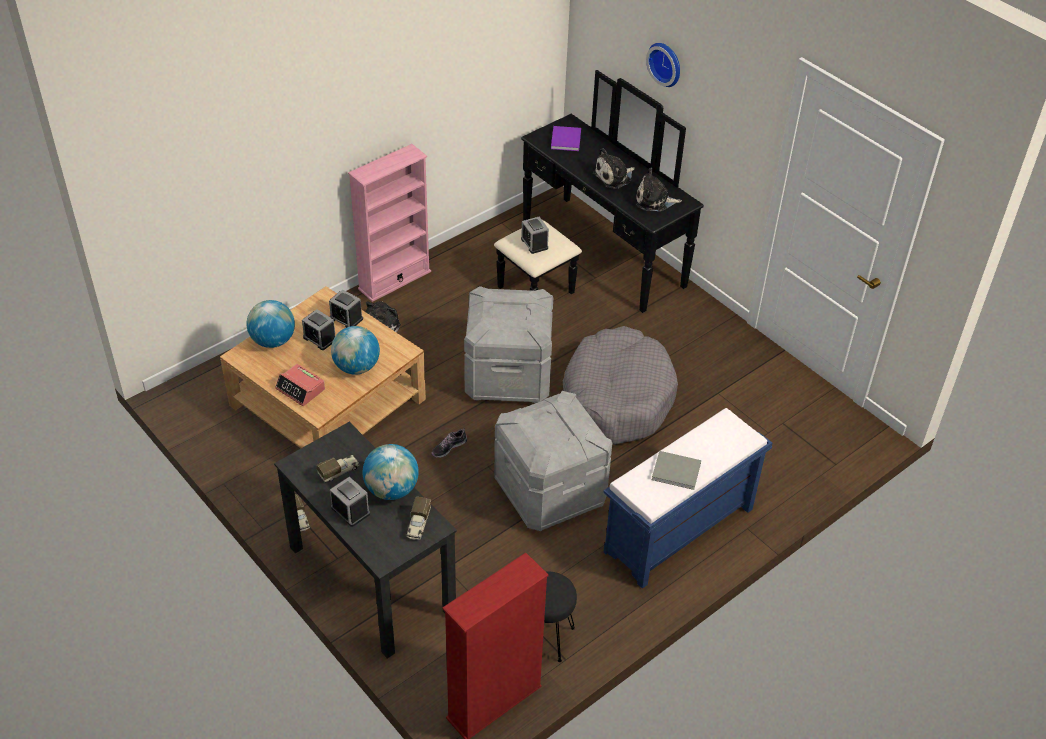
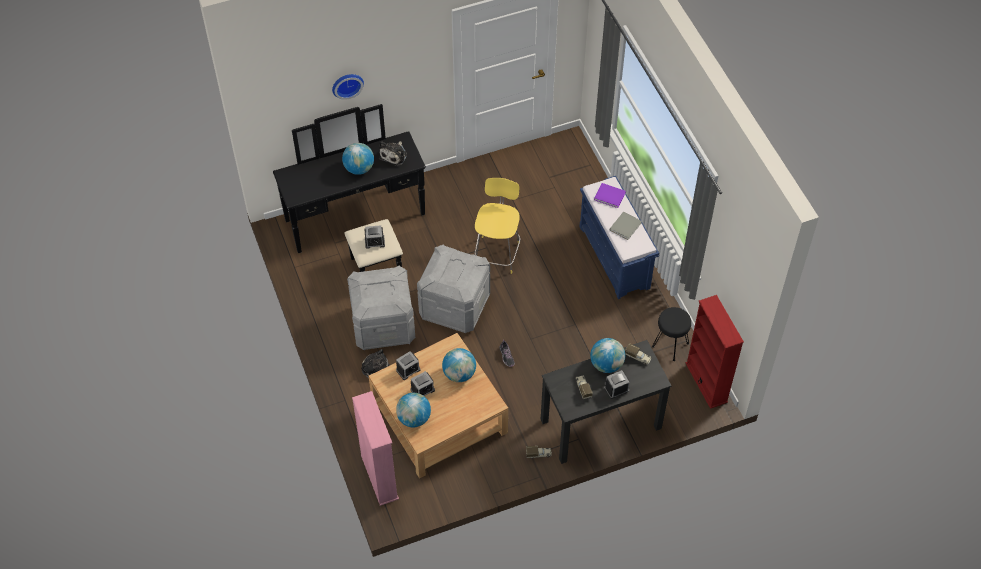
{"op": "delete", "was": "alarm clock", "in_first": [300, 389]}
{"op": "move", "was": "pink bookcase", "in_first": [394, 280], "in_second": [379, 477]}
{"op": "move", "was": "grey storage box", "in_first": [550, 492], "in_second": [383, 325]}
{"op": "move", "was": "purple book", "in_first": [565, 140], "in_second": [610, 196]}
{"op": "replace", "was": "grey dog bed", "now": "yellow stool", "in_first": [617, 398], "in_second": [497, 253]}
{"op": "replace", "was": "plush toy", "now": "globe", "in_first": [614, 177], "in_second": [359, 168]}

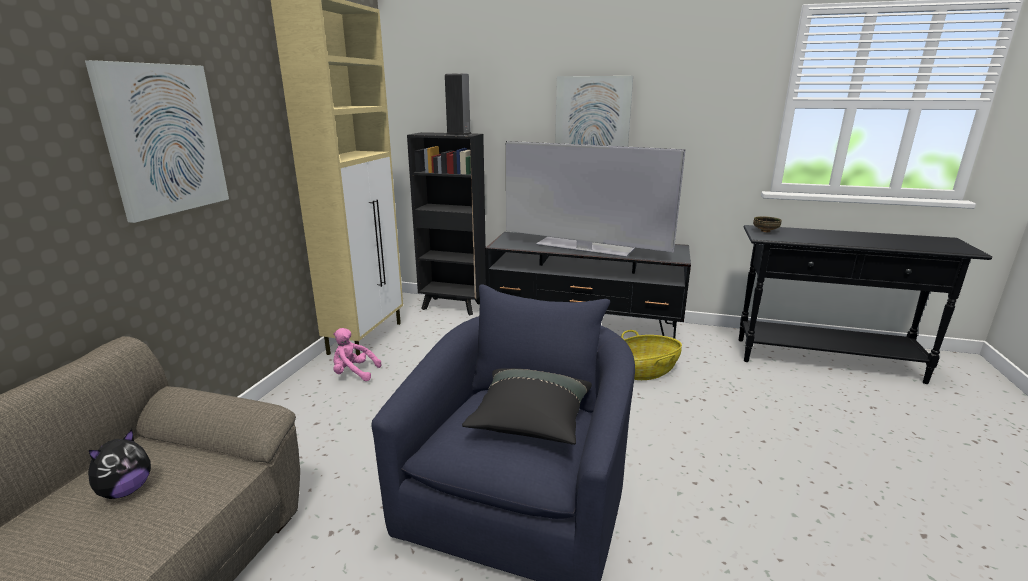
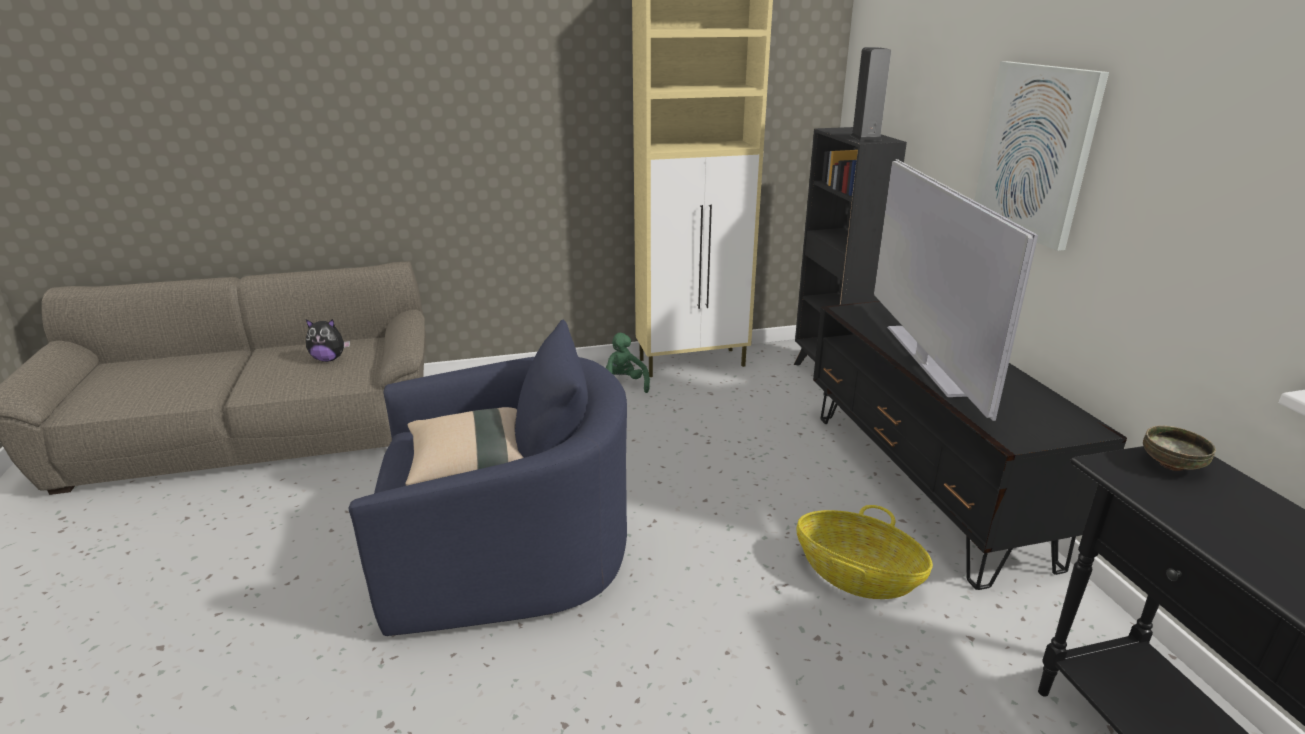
{"op": "delete", "was": "picture", "in_first": [164, 139]}
{"op": "recolor", "was": "pink plush toy", "now": "green plush toy", "in_first": [354, 373], "in_second": [622, 385]}
{"op": "recolor", "was": "black pillow", "now": "beige pillow", "in_first": [530, 423], "in_second": [468, 465]}

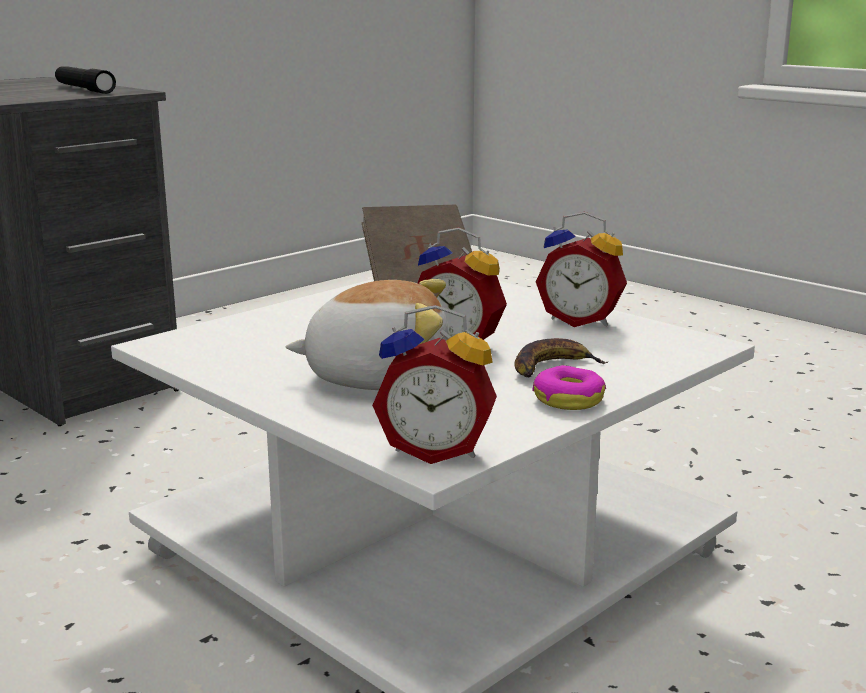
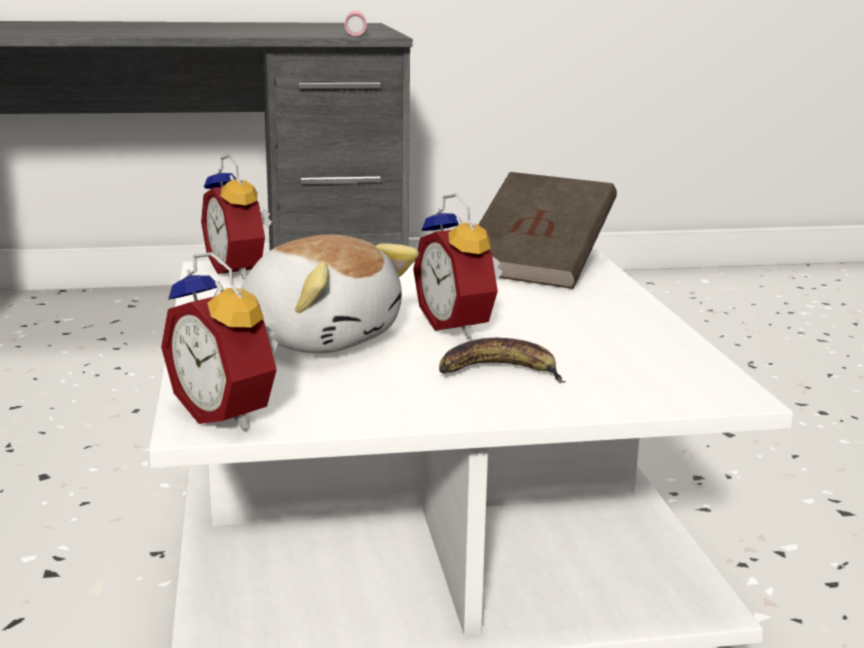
{"op": "recolor", "was": "black flashlight", "now": "pink flashlight", "in_first": [84, 89], "in_second": [355, 32]}
{"op": "delete", "was": "donut", "in_first": [569, 399]}
{"op": "move", "was": "alarm clock", "in_first": [581, 320], "in_second": [240, 271]}

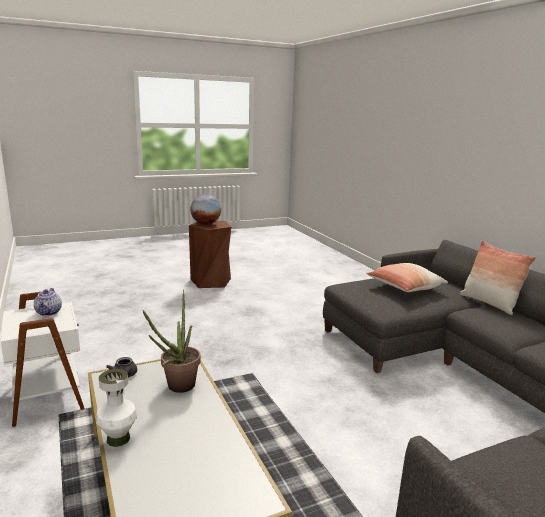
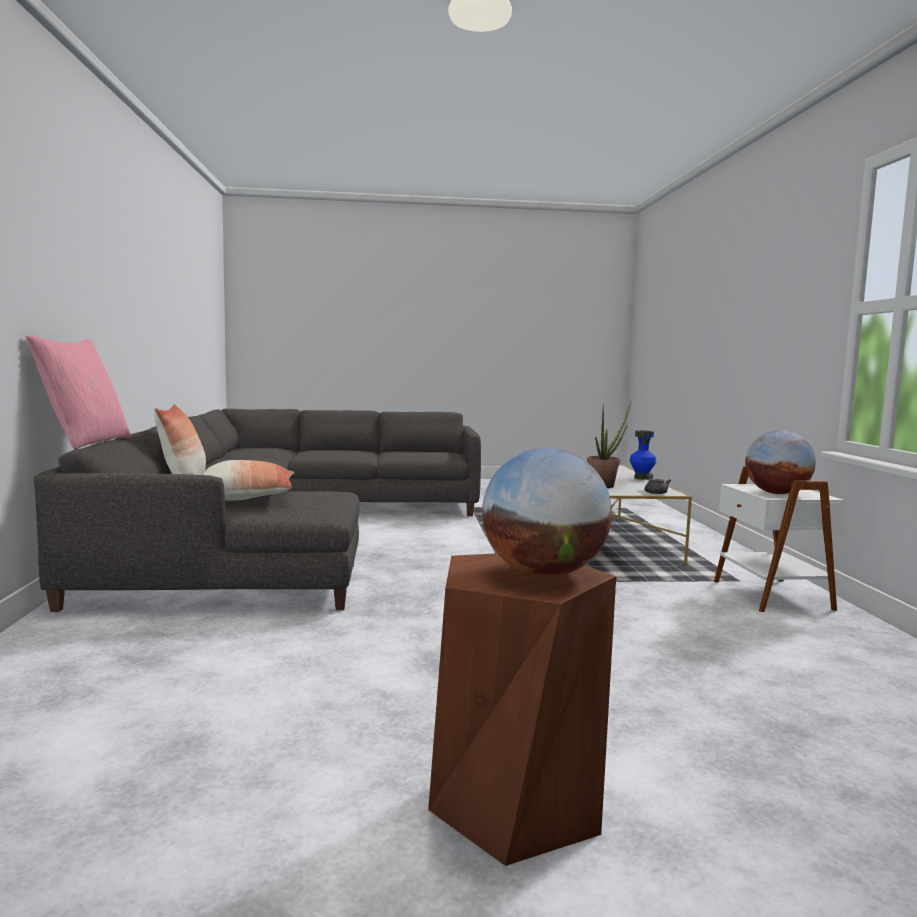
{"op": "replace", "was": "teapot", "now": "globe", "in_first": [49, 312], "in_second": [776, 493]}
{"op": "recolor", "was": "white vase", "now": "blue vase", "in_first": [118, 438], "in_second": [641, 478]}
{"op": "insert", "now": "pink pillow", "in_second": [85, 442]}

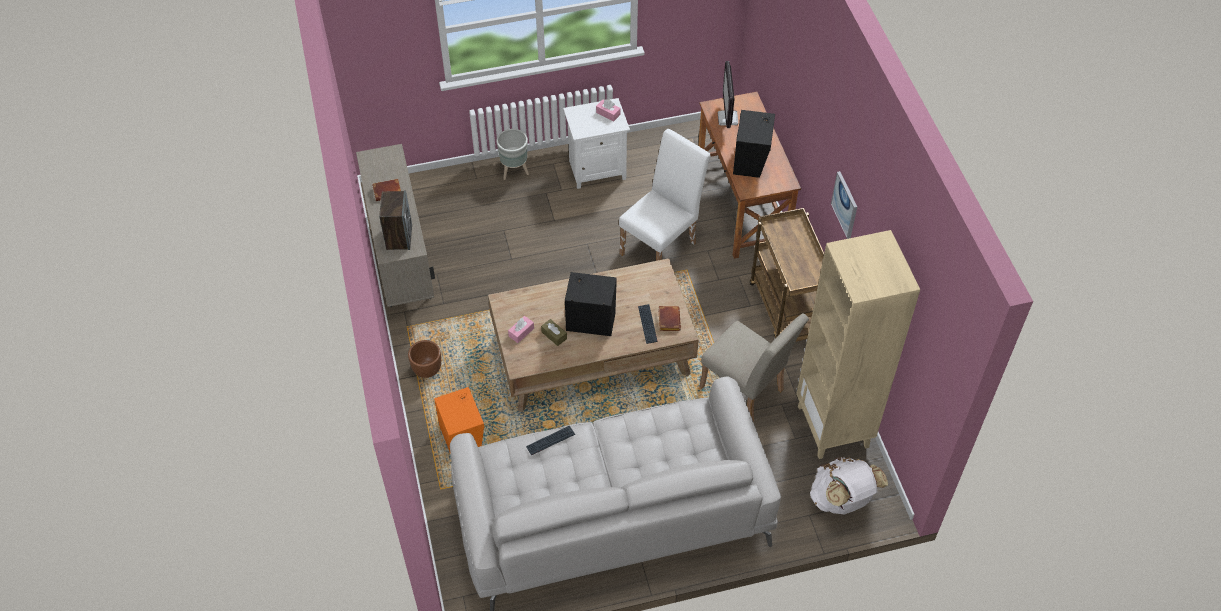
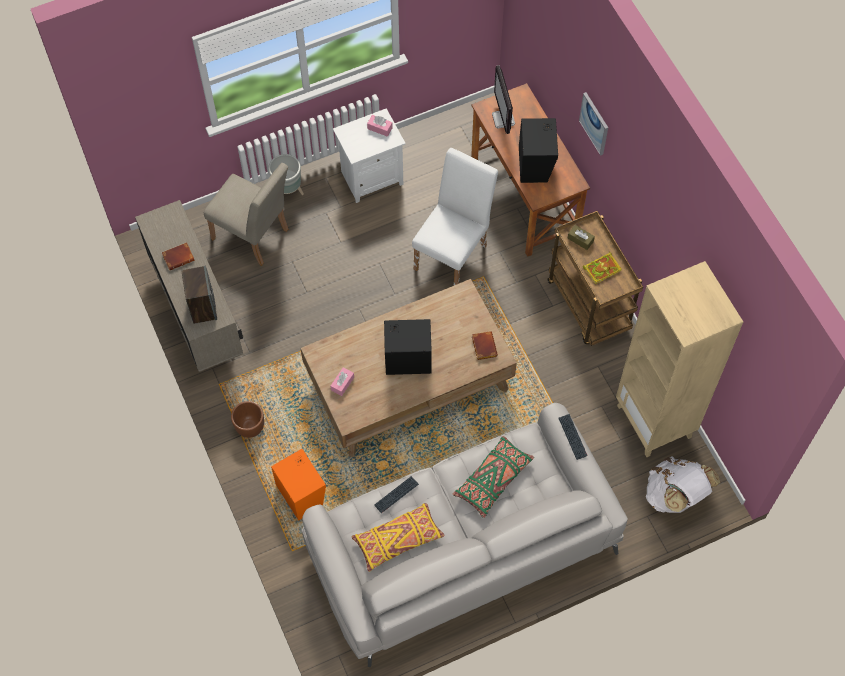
{"op": "move", "was": "brown tissue box", "in_first": [554, 335], "in_second": [580, 240]}
{"op": "move", "was": "keyboard", "in_first": [647, 324], "in_second": [572, 437]}
{"op": "move", "was": "beige chair", "in_first": [746, 393], "in_second": [254, 237]}
{"op": "move", "was": "picture", "in_first": [845, 204], "in_second": [594, 123]}
{"op": "insert", "now": "yellow pillow", "in_second": [398, 539]}
{"op": "insert", "now": "green pillow", "in_second": [493, 479]}
{"op": "insert", "now": "book", "in_second": [602, 268]}

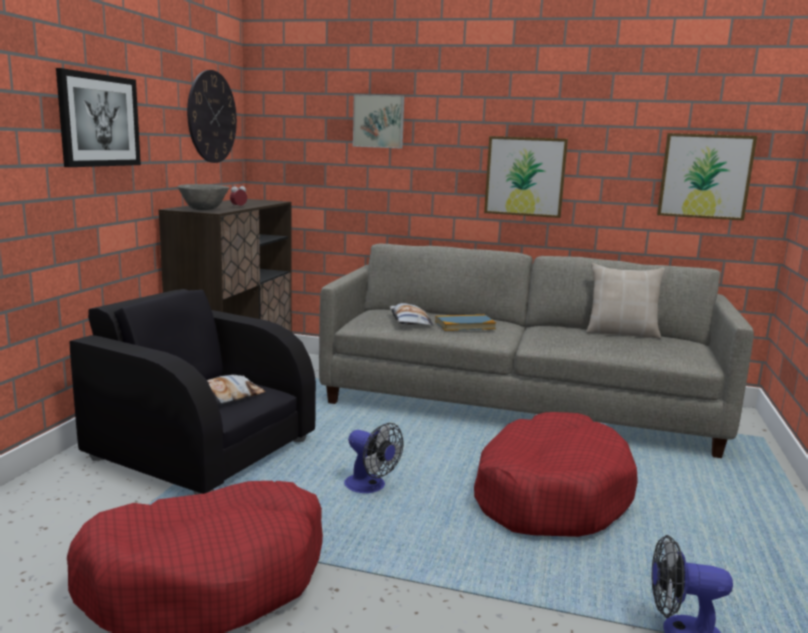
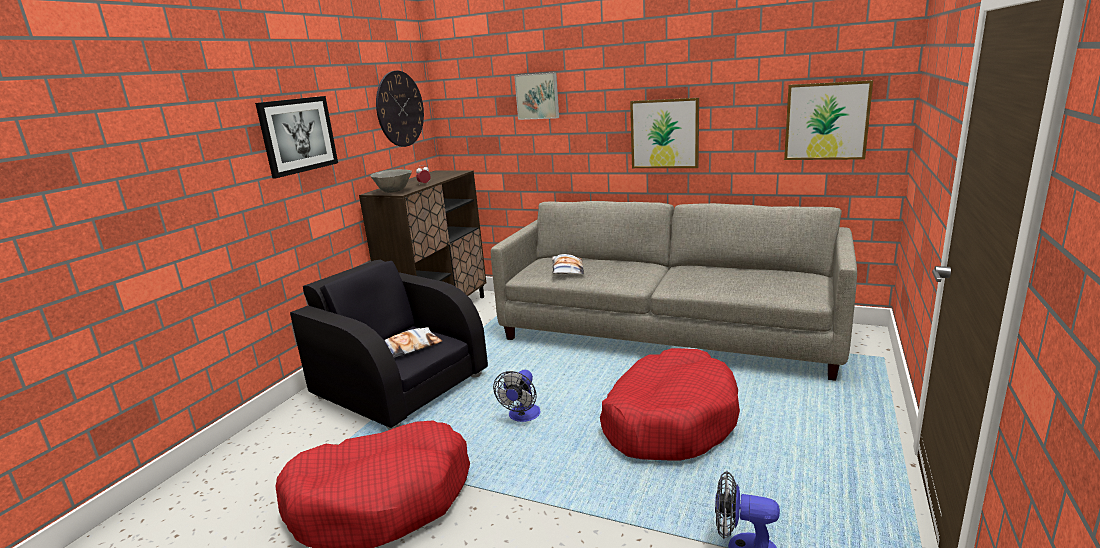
{"op": "rotate", "was": "fan", "in_first": [370, 487], "in_second": [522, 417], "clockwise": 60}
{"op": "delete", "was": "book", "in_first": [465, 325]}
{"op": "delete", "was": "beige pillow", "in_first": [621, 333]}

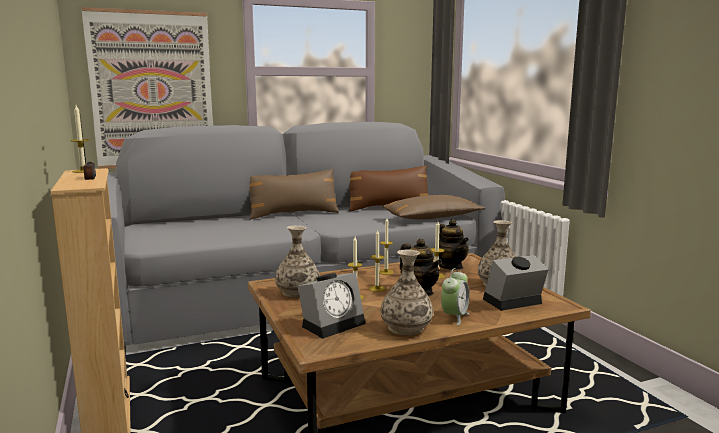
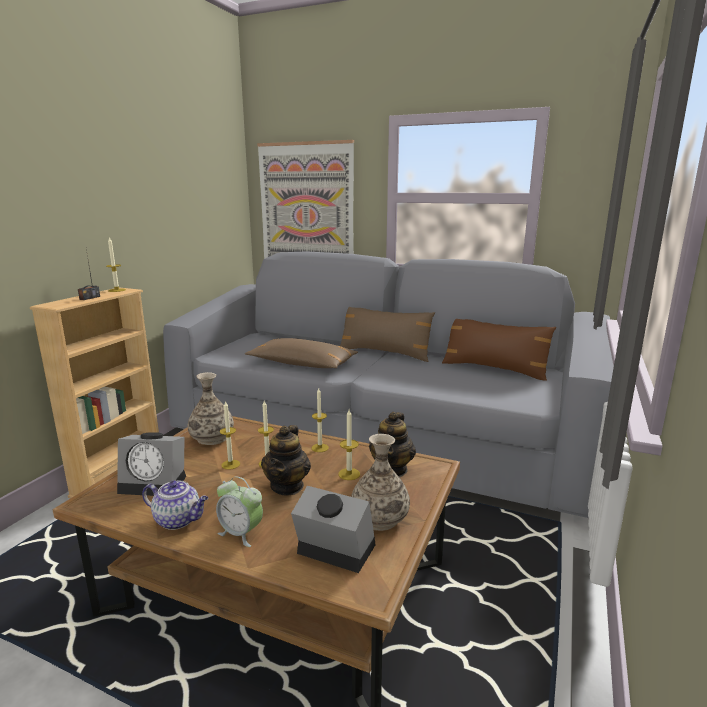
{"op": "replace", "was": "vase", "now": "teapot", "in_first": [406, 328], "in_second": [179, 520]}
{"op": "move", "was": "brown pillow", "in_first": [432, 218], "in_second": [302, 364]}
{"op": "rotate", "was": "alarm clock", "in_first": [454, 317], "in_second": [241, 533], "clockwise": 45}

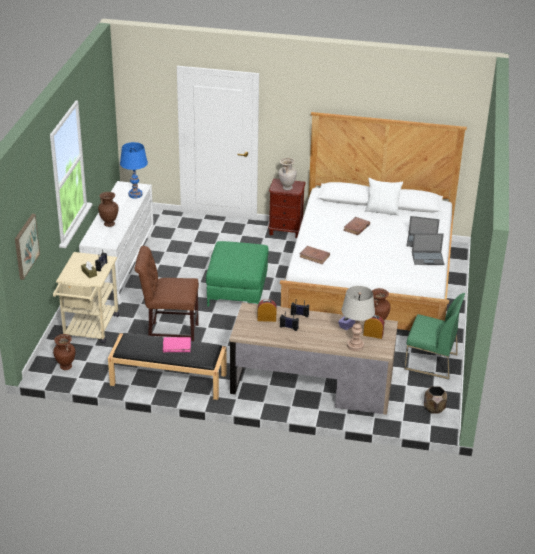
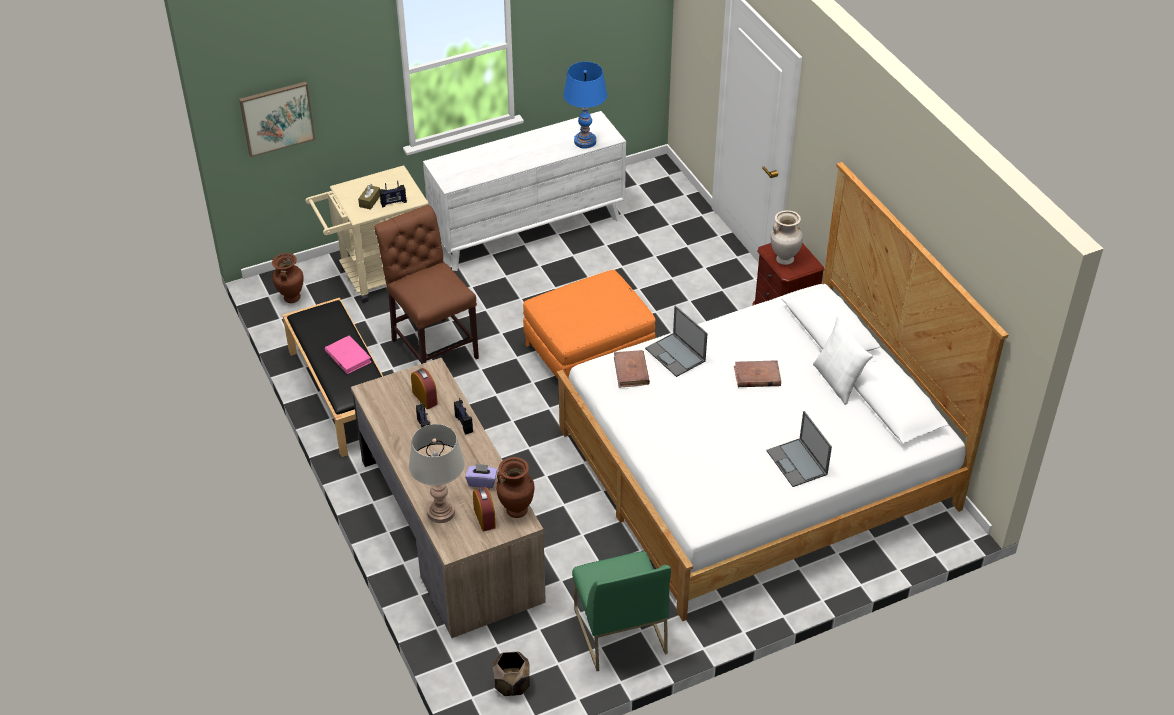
{"op": "delete", "was": "brown vase", "in_first": [109, 224]}
{"op": "recolor", "was": "green ottoman", "now": "orange ottoman", "in_first": [237, 290], "in_second": [589, 353]}
{"op": "move", "was": "laptop", "in_first": [428, 258], "in_second": [676, 355]}

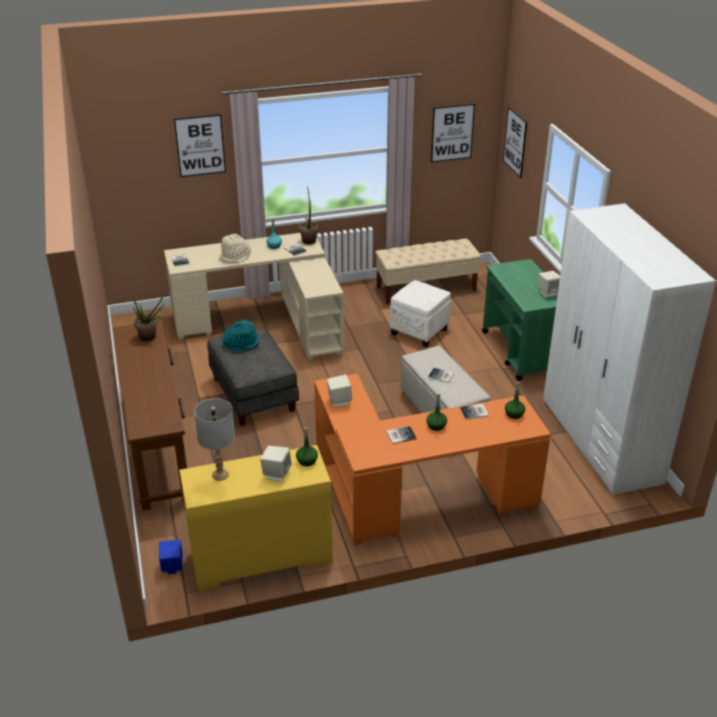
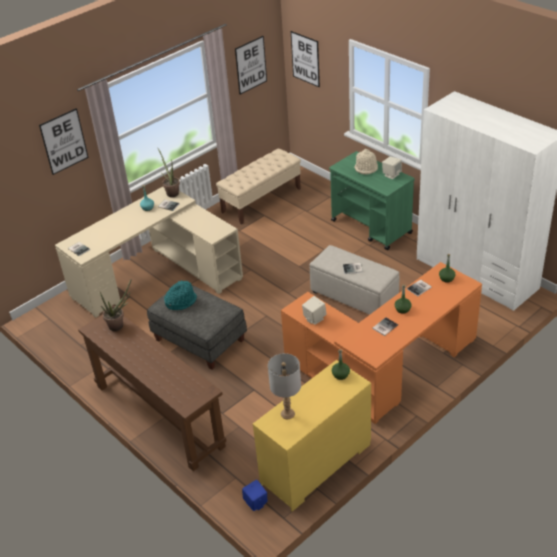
{"op": "move", "was": "beige hat", "in_first": [235, 257], "in_second": [366, 168]}
{"op": "delete", "was": "beige speaker", "in_first": [276, 474]}
{"op": "delete", "was": "white ottoman", "in_first": [420, 331]}

